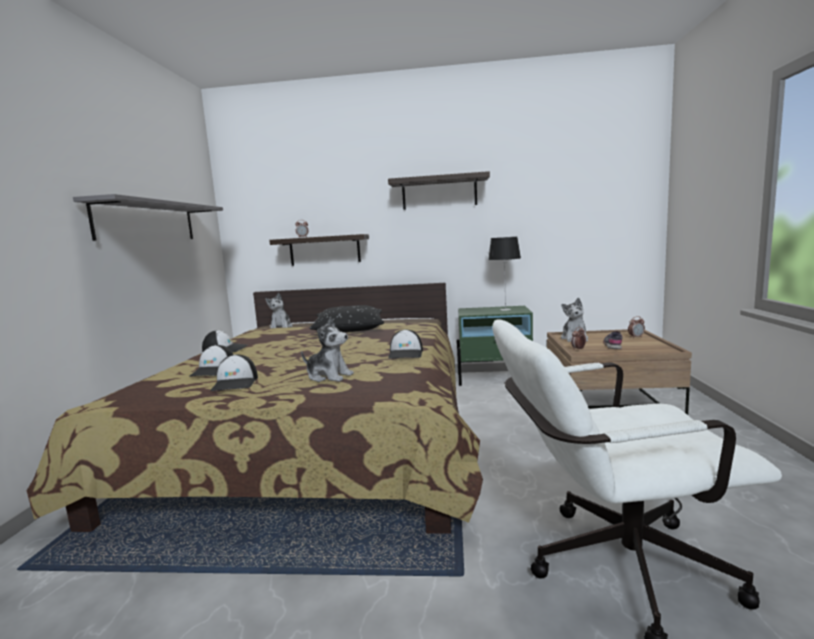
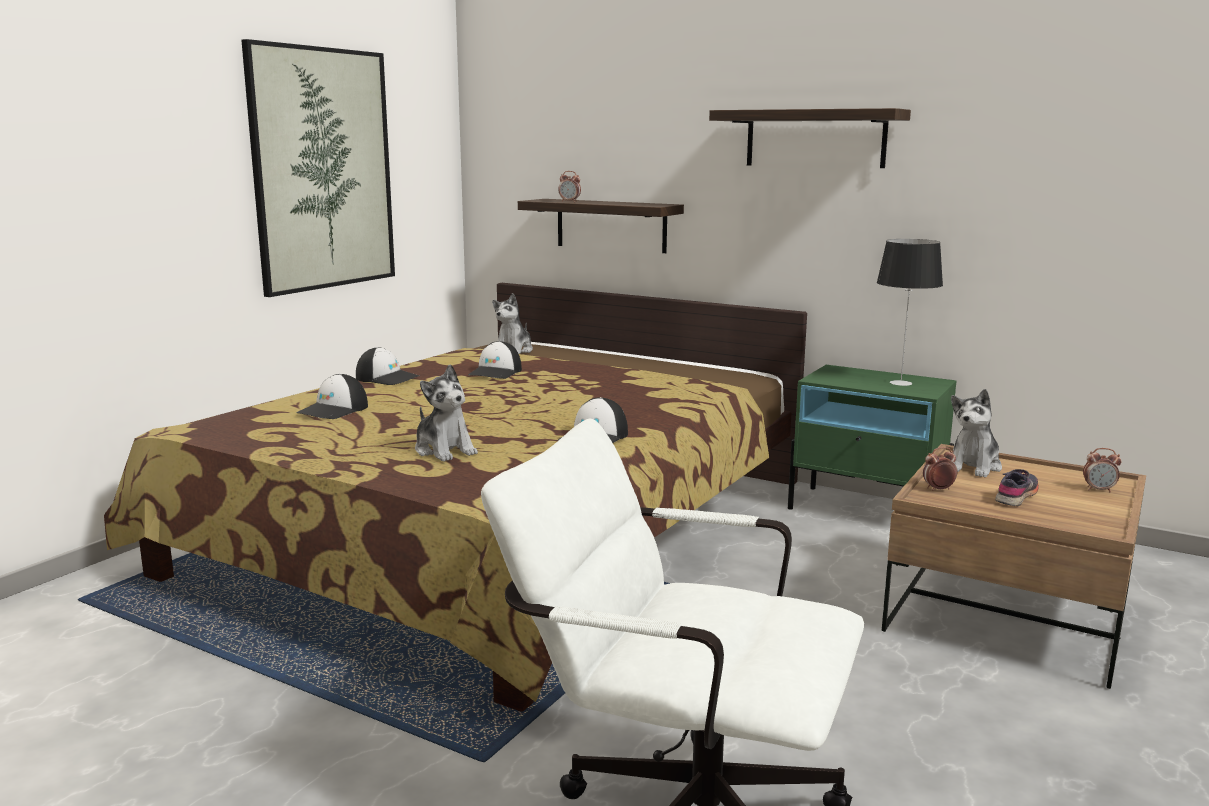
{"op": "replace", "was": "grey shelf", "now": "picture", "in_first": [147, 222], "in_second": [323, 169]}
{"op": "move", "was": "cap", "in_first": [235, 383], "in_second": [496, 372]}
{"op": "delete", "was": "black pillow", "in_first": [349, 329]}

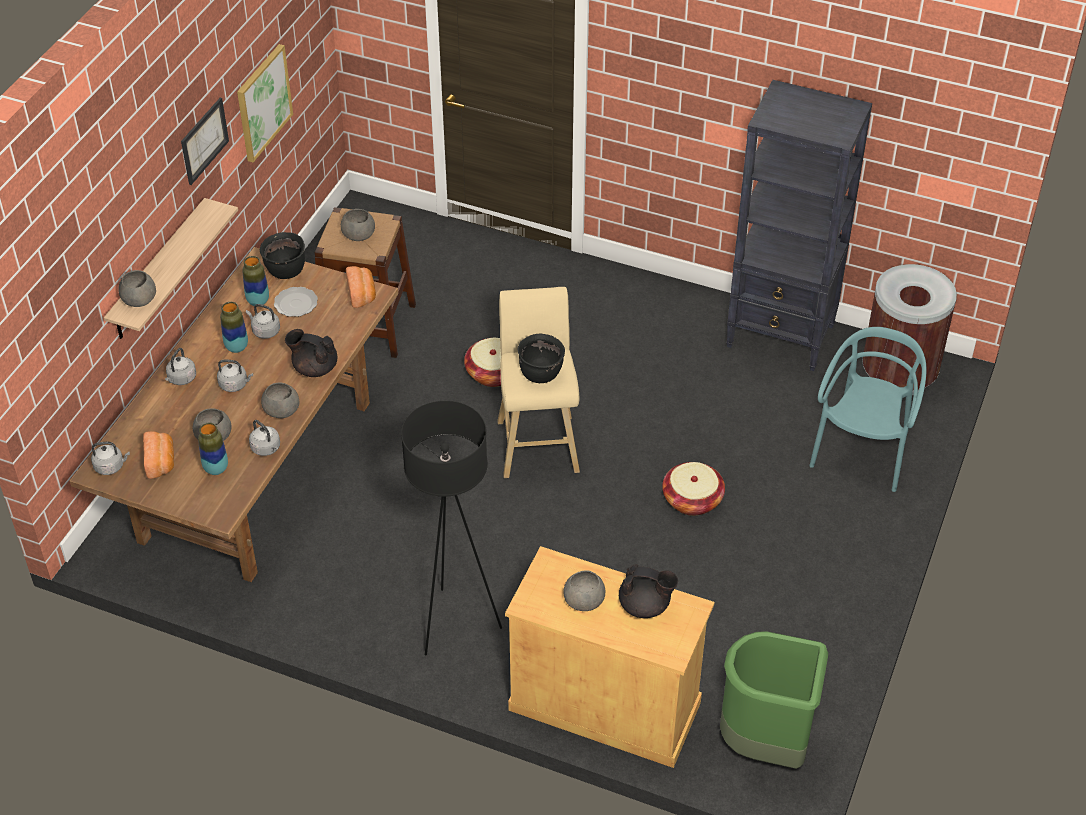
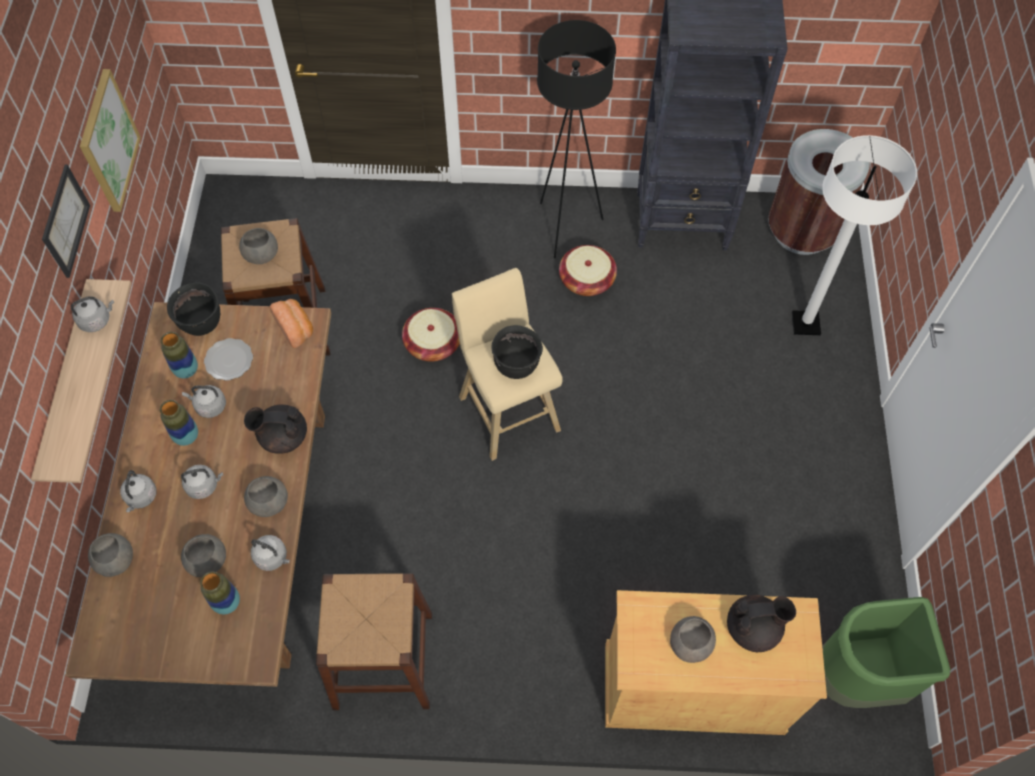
{"op": "move", "was": "grey kettle", "in_first": [111, 466], "in_second": [97, 320]}
{"op": "move", "was": "grey bowl", "in_first": [139, 300], "in_second": [115, 560]}
{"op": "delete", "was": "bread", "in_first": [161, 462]}
{"op": "move", "was": "black floor lamp", "in_first": [455, 624], "in_second": [565, 227]}
{"op": "move", "was": "basket", "in_first": [692, 500], "in_second": [586, 280]}
{"op": "replace", "was": "turquoise chair", "now": "white floor lamp", "in_first": [862, 451], "in_second": [805, 324]}
{"op": "insert", "now": "brown stool", "in_second": [383, 660]}

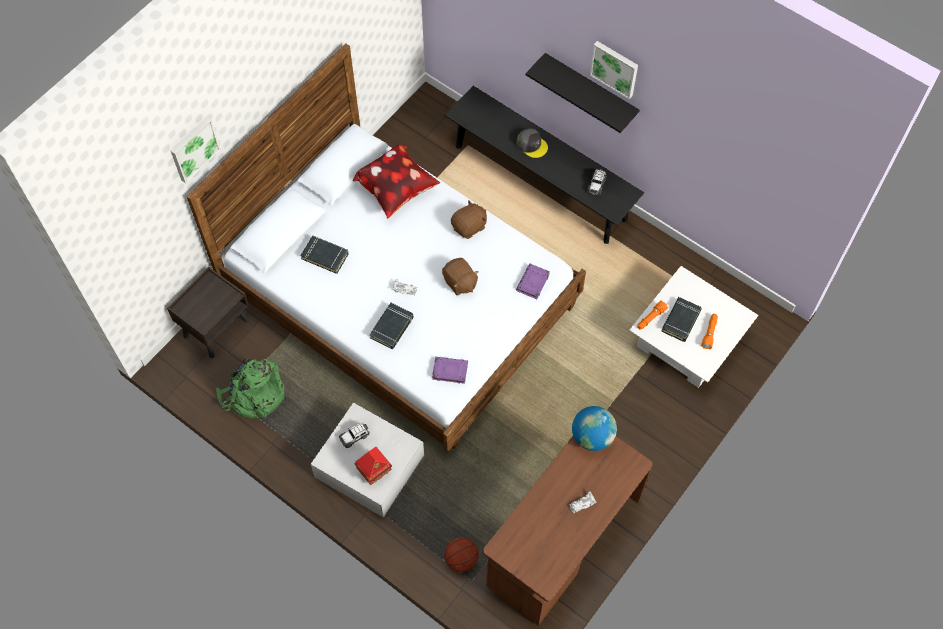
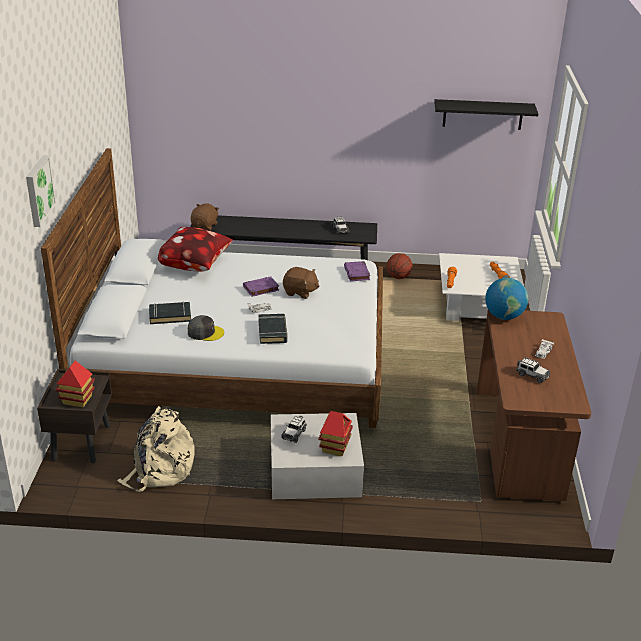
{"op": "recolor", "was": "green backpack", "now": "beige backpack", "in_first": [254, 395], "in_second": [160, 470]}
{"op": "move", "was": "purple book", "in_first": [449, 371], "in_second": [260, 289]}
{"op": "move", "was": "basketball", "in_first": [461, 559], "in_second": [398, 277]}
{"op": "move", "was": "brown plush toy", "in_first": [469, 227], "in_second": [205, 225]}
{"op": "move", "was": "grey cap", "in_first": [531, 145], "in_second": [205, 332]}
{"op": "move", "was": "black shelf", "in_first": [590, 90], "in_second": [482, 114]}
{"op": "delete", "was": "picture", "in_first": [615, 68]}
{"op": "delete", "was": "black book", "in_first": [681, 321]}
{"op": "insert", "now": "toy house", "in_second": [77, 400]}
{"op": "insert", "now": "toy car", "in_second": [532, 375]}

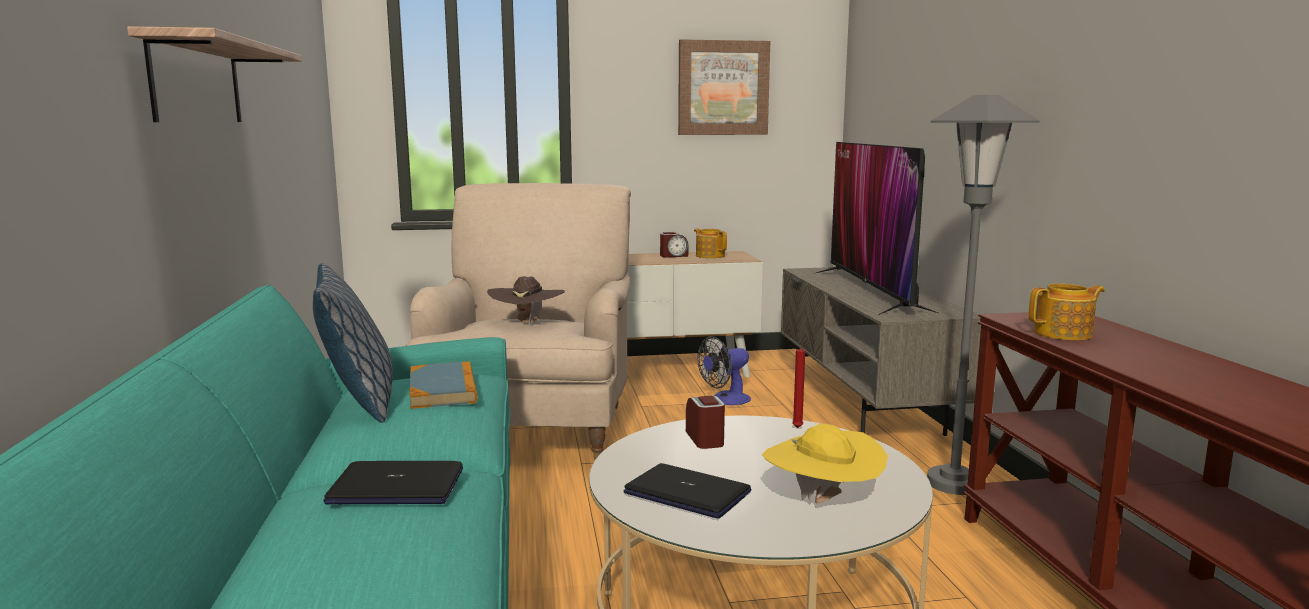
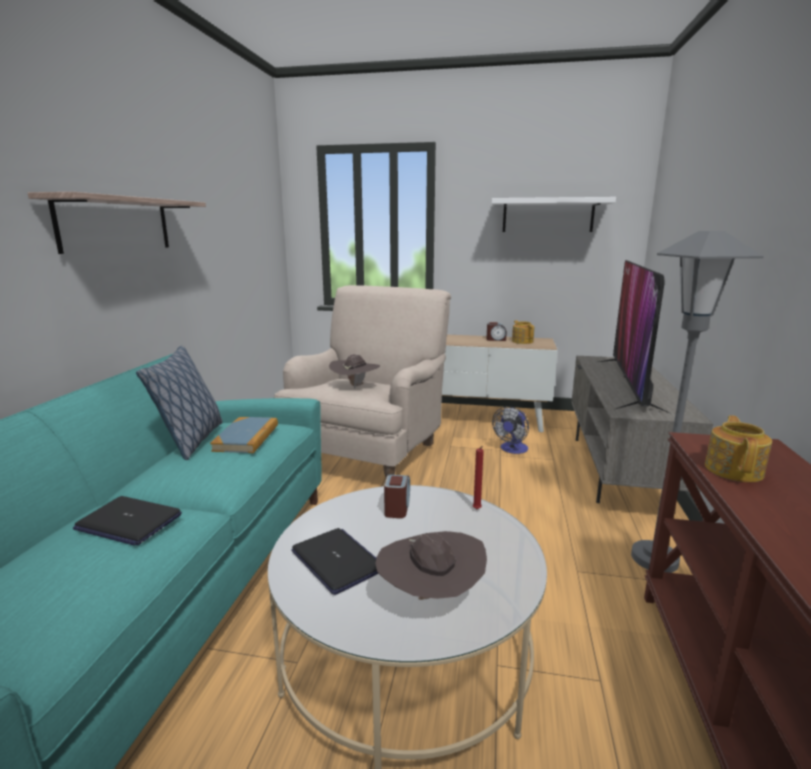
{"op": "replace", "was": "picture", "now": "white shelf", "in_first": [723, 88], "in_second": [548, 215]}
{"op": "rotate", "was": "fan", "in_first": [725, 400], "in_second": [512, 449], "clockwise": -45}
{"op": "recolor", "was": "yellow hat", "now": "brown hat", "in_first": [823, 502], "in_second": [431, 597]}
{"op": "rotate", "was": "teapot", "in_first": [1064, 334], "in_second": [734, 470], "clockwise": -75}

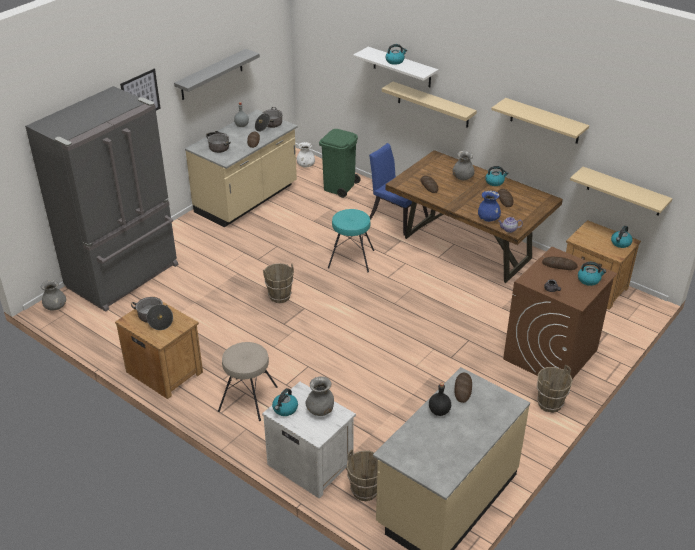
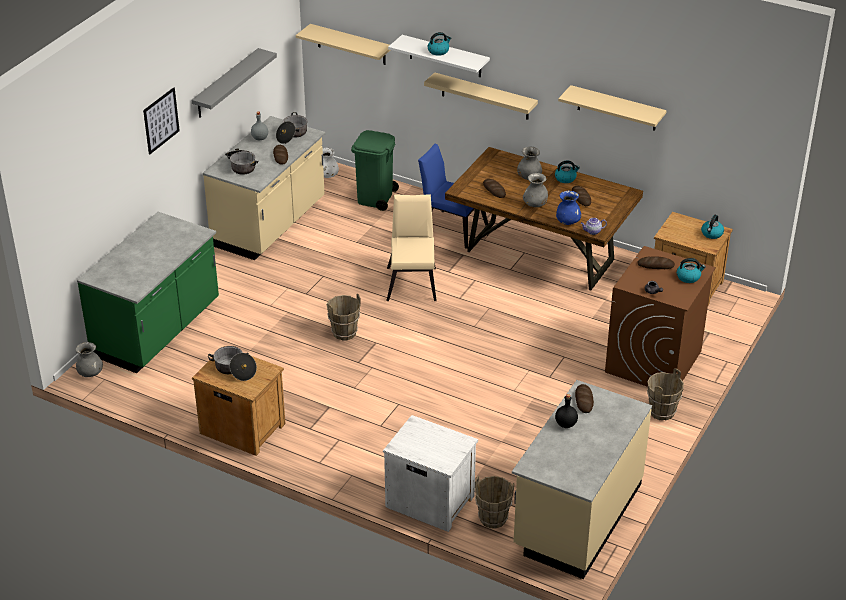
{"op": "replace", "was": "grey fridge", "now": "green counter", "in_first": [125, 276], "in_second": [158, 330]}
{"op": "delete", "was": "beige stool", "in_first": [248, 399]}
{"op": "delete", "was": "kettle", "in_first": [285, 409]}
{"op": "move", "was": "grey vase", "in_first": [320, 410], "in_second": [535, 204]}
{"op": "replace", "was": "turquoise stool", "now": "beige chair", "in_first": [351, 258], "in_second": [412, 281]}
{"op": "move", "was": "beige shelf", "in_first": [624, 191], "in_second": [351, 45]}

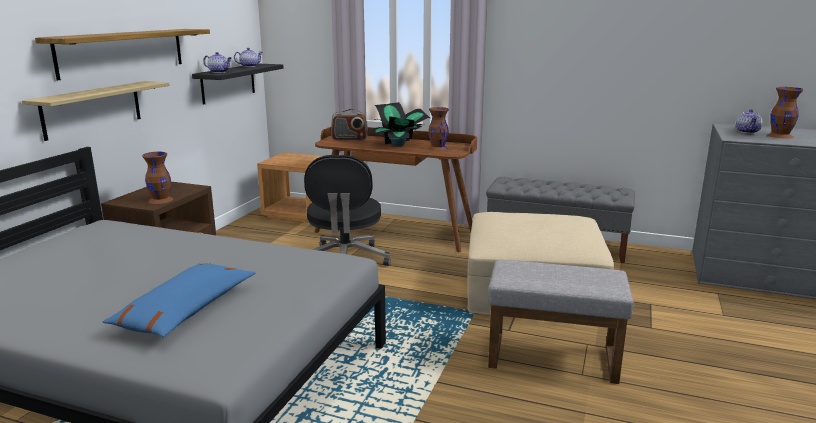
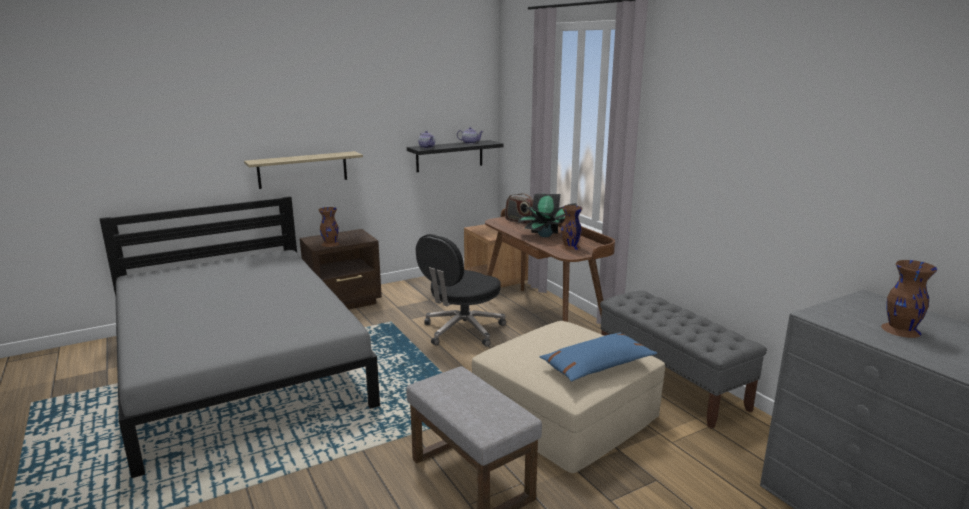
{"op": "delete", "was": "shelf", "in_first": [123, 52]}
{"op": "move", "was": "blue pillow", "in_first": [186, 311], "in_second": [597, 366]}
{"op": "delete", "was": "teapot", "in_first": [748, 132]}

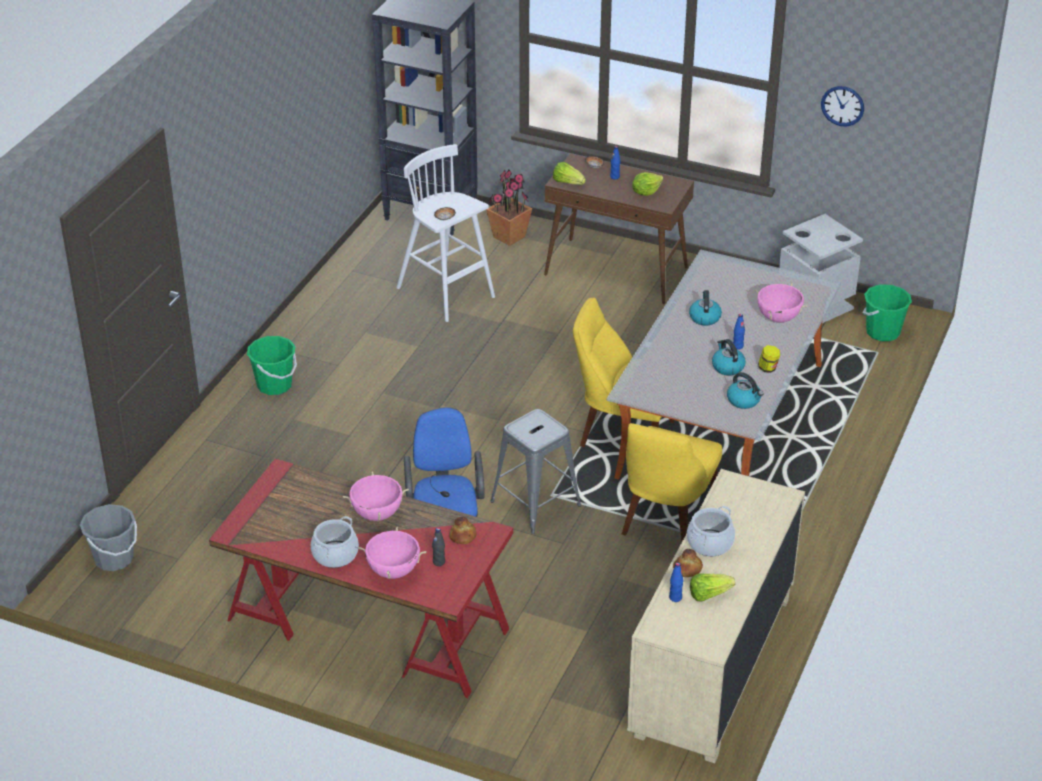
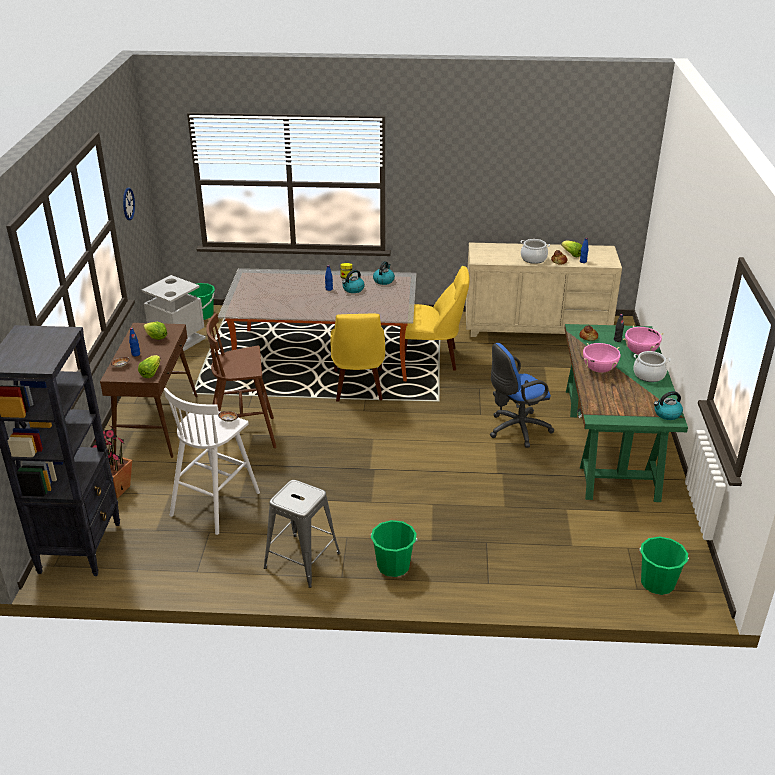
{"op": "recolor", "was": "grey bucket", "now": "green bucket", "in_first": [114, 558], "in_second": [657, 583]}
{"op": "recolor", "was": "red desk", "now": "green desk", "in_first": [367, 625], "in_second": [610, 442]}
{"op": "move", "was": "grey stool", "in_first": [535, 504], "in_second": [302, 560]}
{"op": "move", "was": "kettle", "in_first": [704, 317], "in_second": [667, 414]}
{"op": "delete", "was": "pink cooking pot", "in_first": [778, 318]}
{"op": "insert", "now": "brown stool", "in_second": [243, 435]}

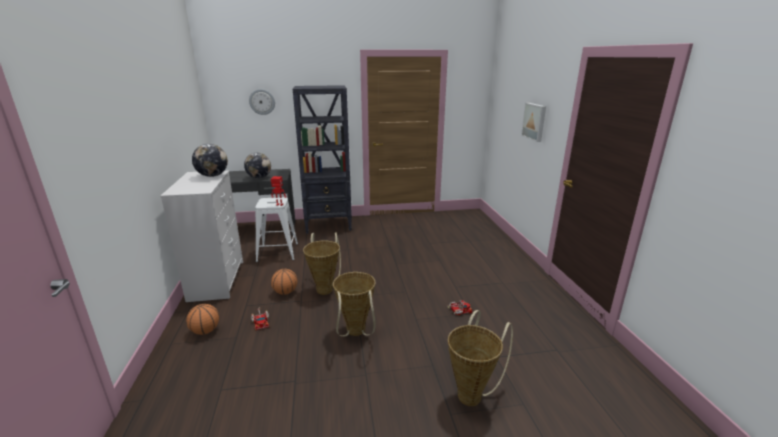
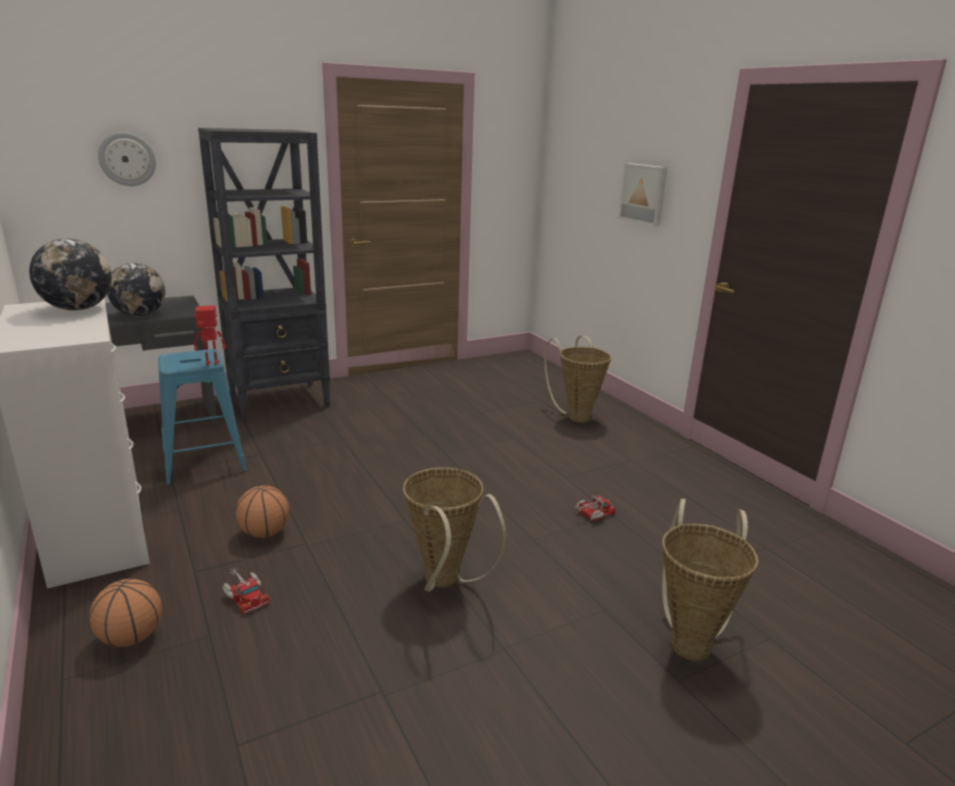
{"op": "recolor", "was": "white stool", "now": "blue stool", "in_first": [278, 252], "in_second": [204, 461]}
{"op": "move", "was": "basket", "in_first": [325, 288], "in_second": [576, 415]}

